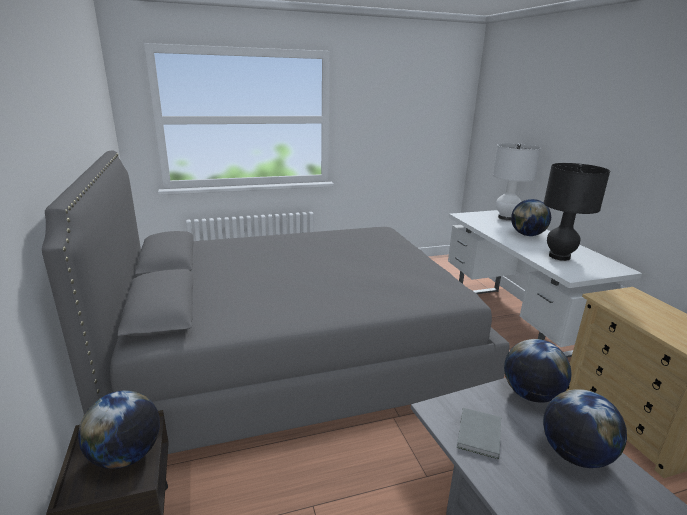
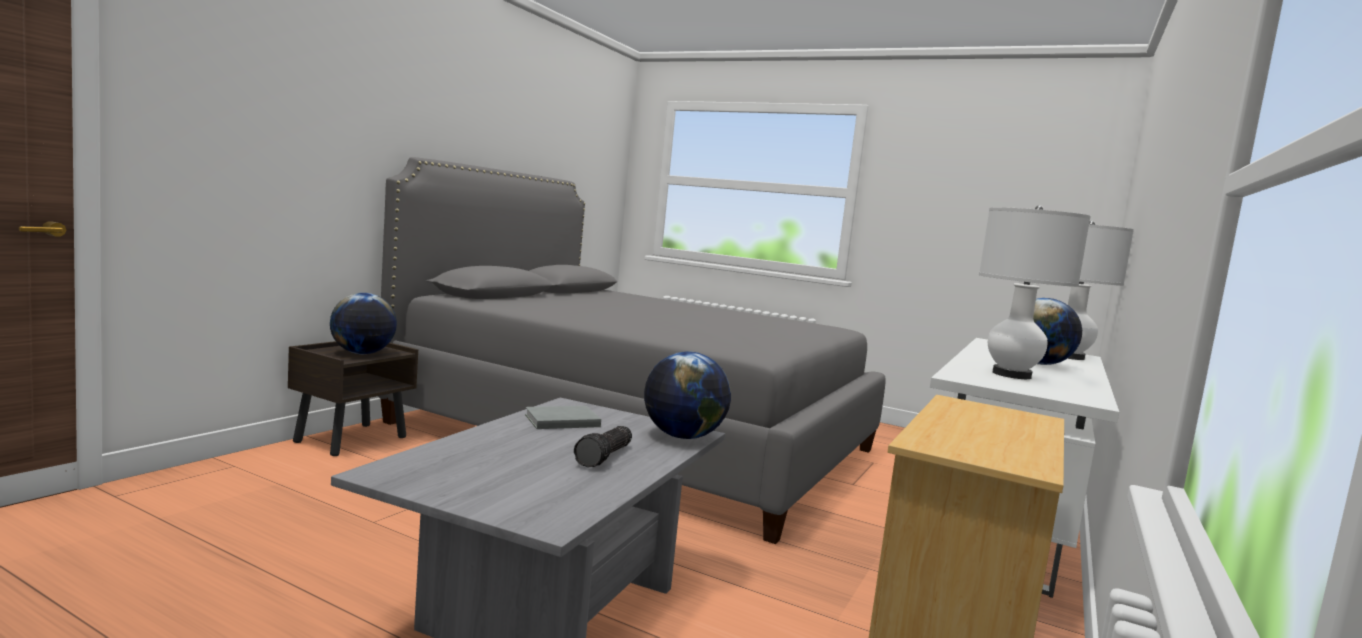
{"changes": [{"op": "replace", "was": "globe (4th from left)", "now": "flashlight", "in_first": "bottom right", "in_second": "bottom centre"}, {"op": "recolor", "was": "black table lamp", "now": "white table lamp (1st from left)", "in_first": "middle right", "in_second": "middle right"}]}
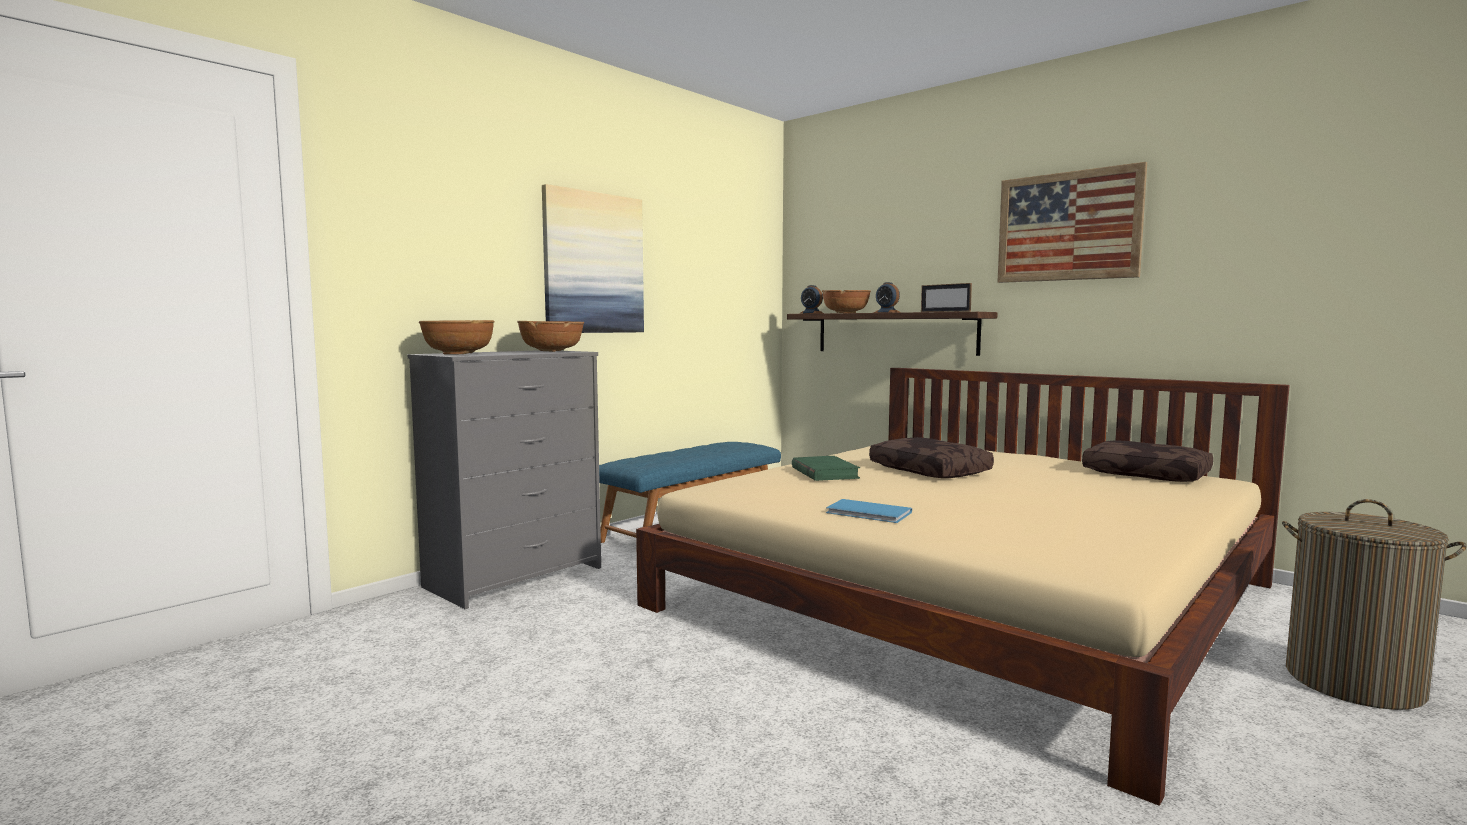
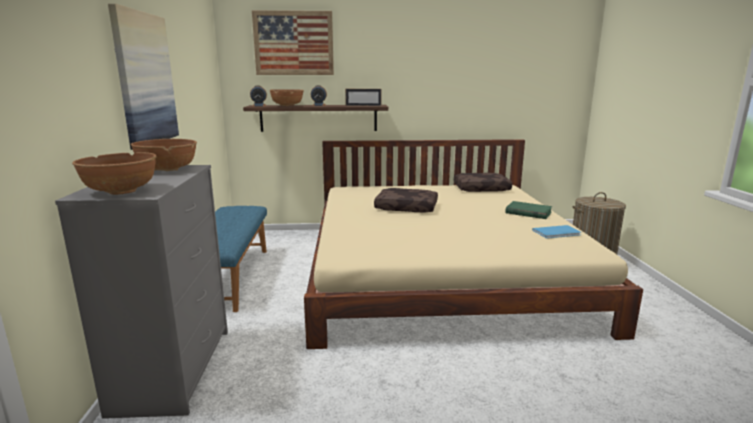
{"changes": [{"op": "move", "was": "green book", "in_first": "centre", "in_second": "middle right"}, {"op": "move", "was": "blue book", "in_first": "centre", "in_second": "middle right"}, {"op": "move", "was": "picture (2nd from left)", "in_first": "top right", "in_second": "top centre"}]}
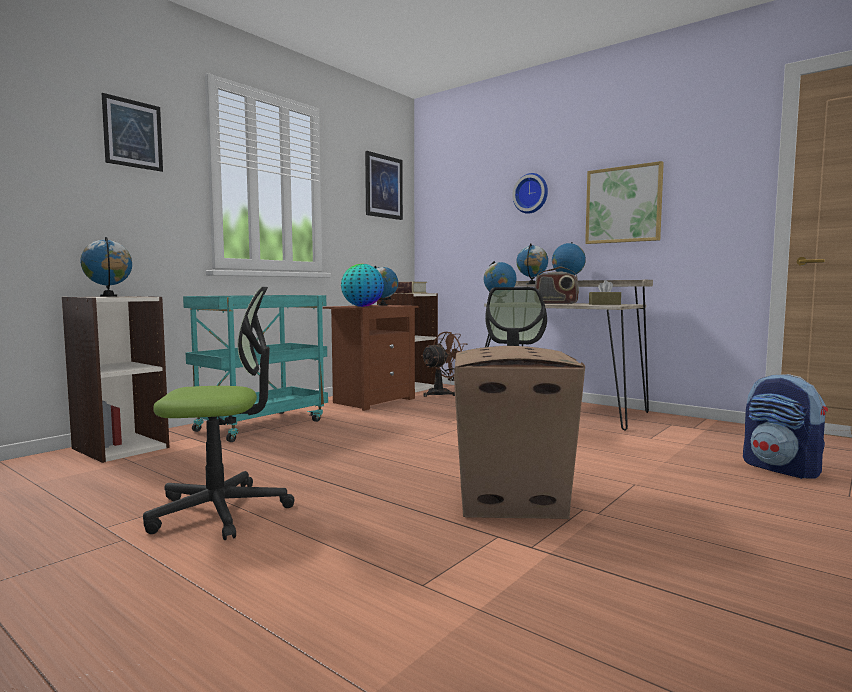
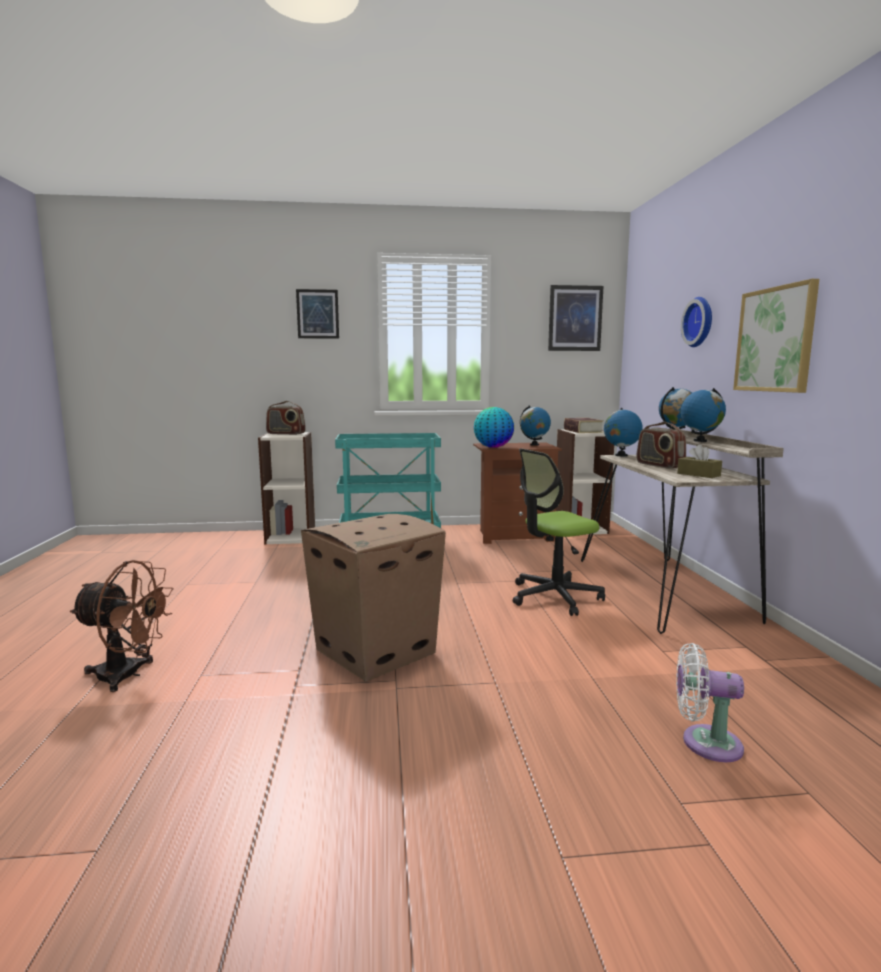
{"changes": [{"op": "delete", "was": "office chair (1st from left)", "in_first": "middle left"}, {"op": "move", "was": "brown fan", "in_first": "centre", "in_second": "middle left"}, {"op": "replace", "was": "globe (1st from left)", "now": "radio (1st from left)", "in_first": "middle left", "in_second": "middle left"}, {"op": "replace", "was": "backpack", "now": "white fan", "in_first": "middle right", "in_second": "bottom right"}]}
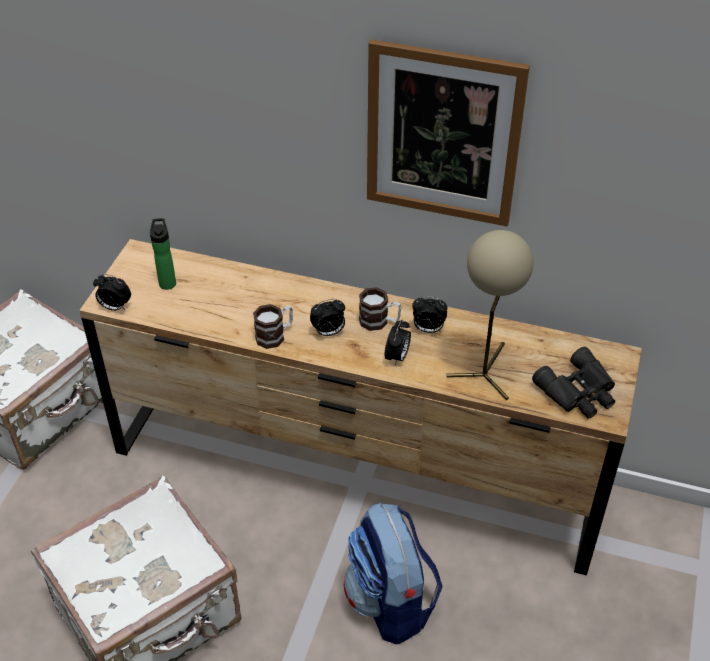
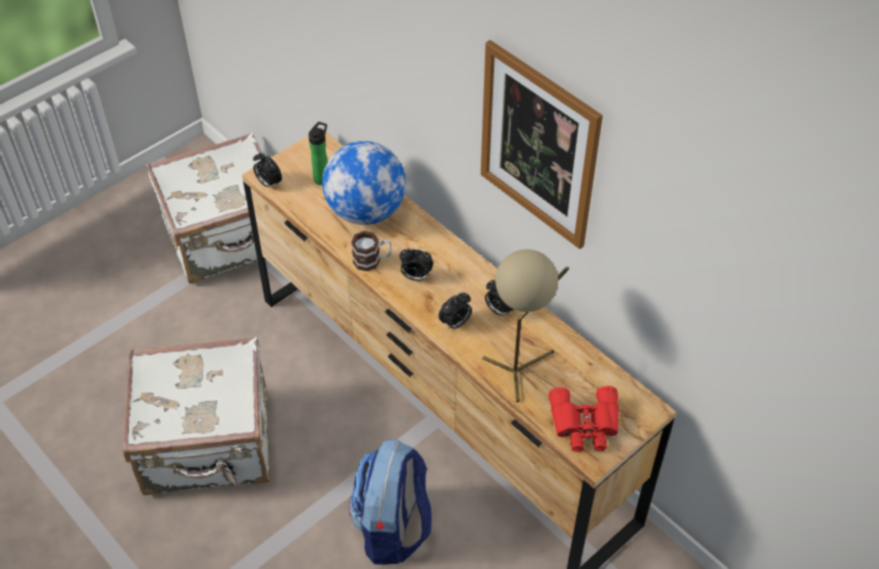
{"changes": [{"op": "delete", "was": "mug (2nd from left)", "in_first": "centre"}, {"op": "insert", "now": "globe", "in_second": "top centre"}, {"op": "recolor", "was": "black binoculars", "now": "red binoculars", "in_first": "middle right", "in_second": "bottom centre"}]}
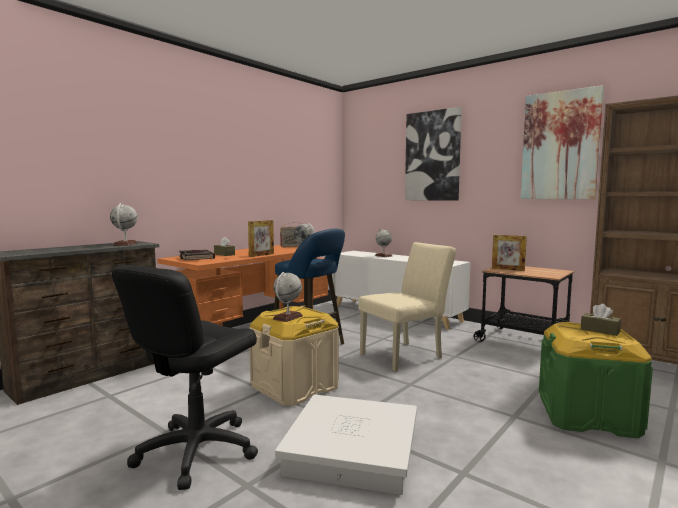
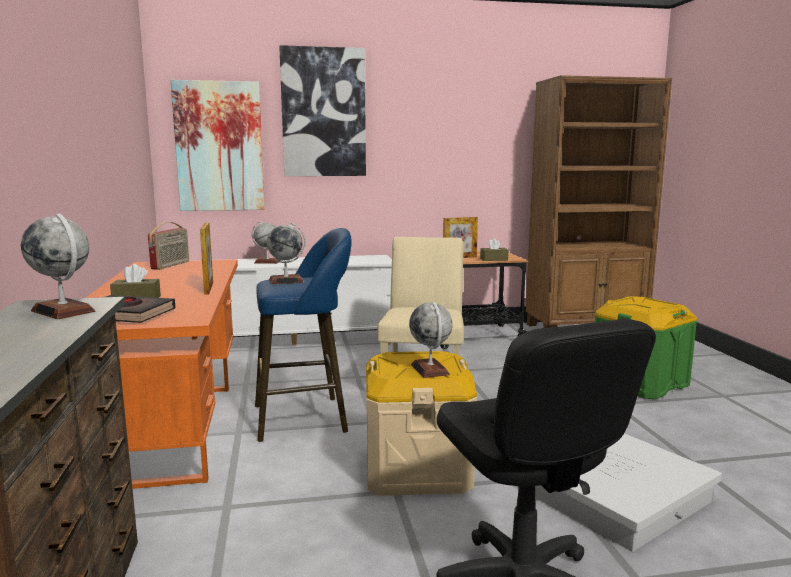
{"changes": [{"op": "move", "was": "picture (2nd from left in the first image)", "now": "picture (1st from left)", "in_first": "top right", "in_second": "top left"}, {"op": "move", "was": "brown tissue box (2nd from left)", "in_first": "middle right", "in_second": "centre"}]}
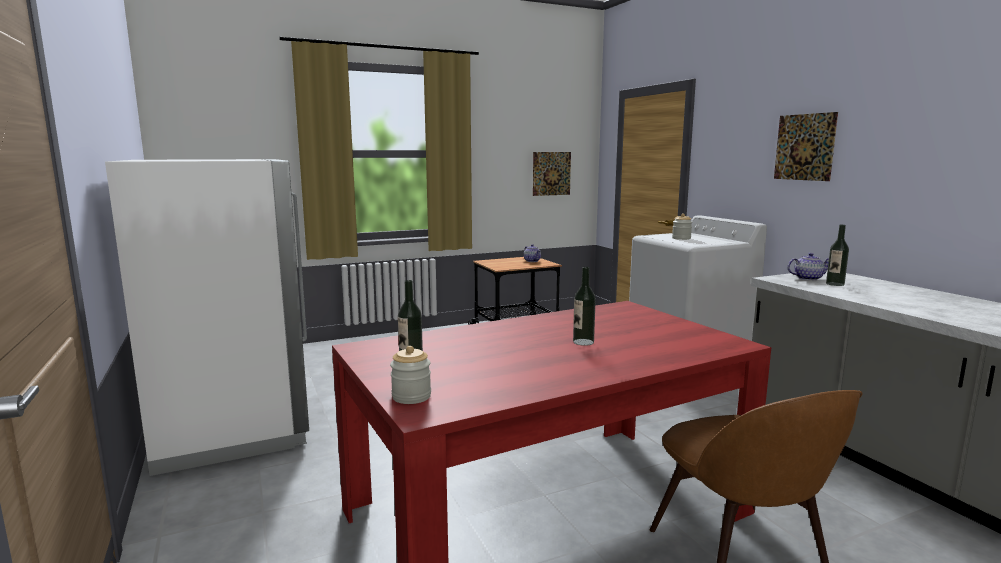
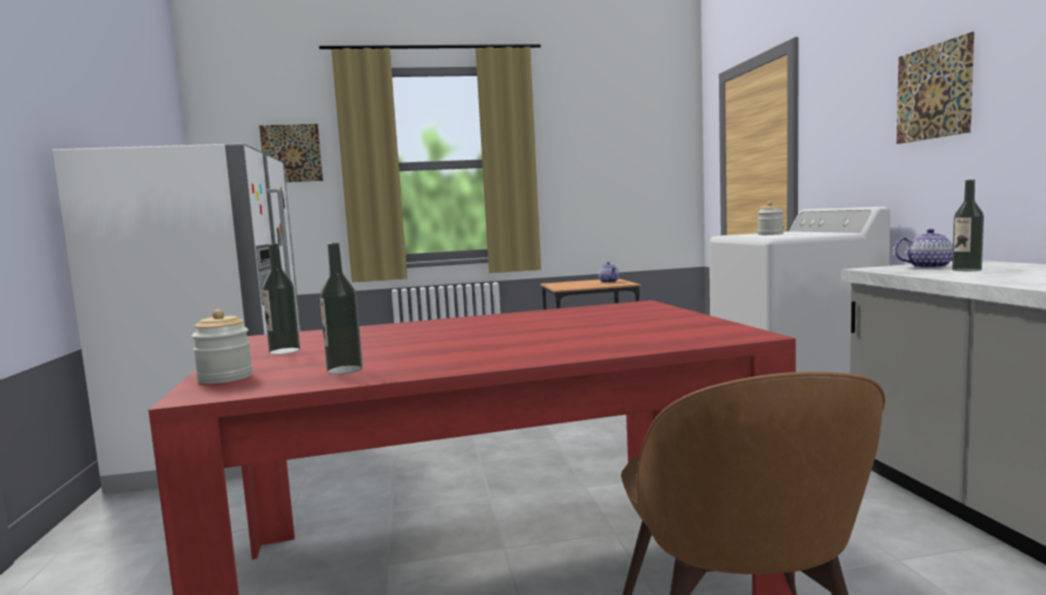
{"changes": [{"op": "move", "was": "picture (1st from left)", "in_first": "top centre", "in_second": "top left"}, {"op": "move", "was": "bottle (2nd from left)", "in_first": "centre", "in_second": "middle left"}]}
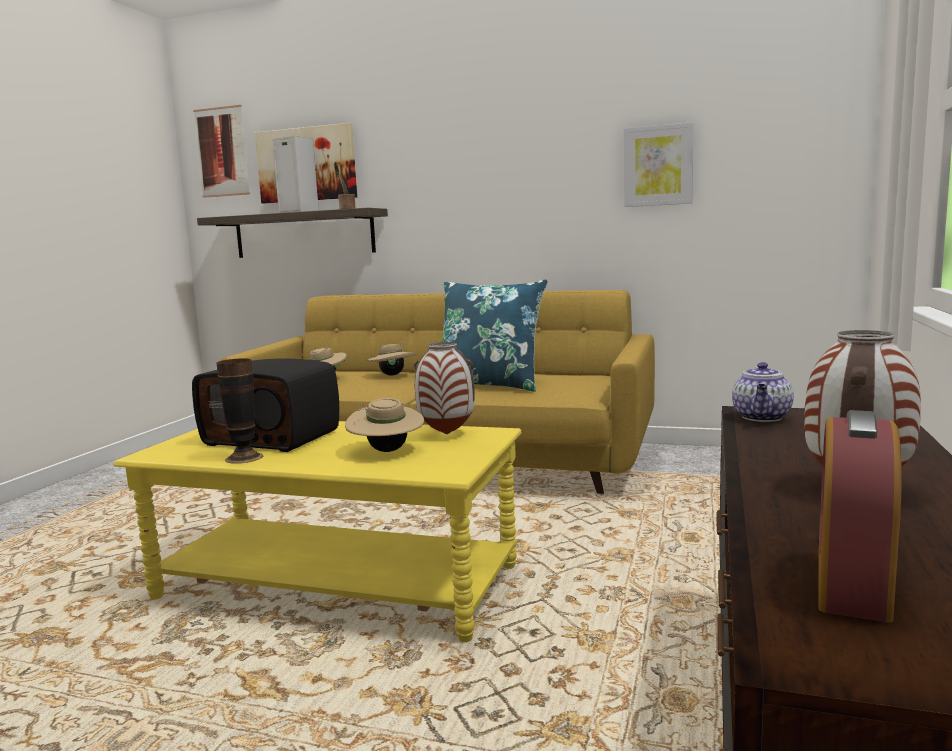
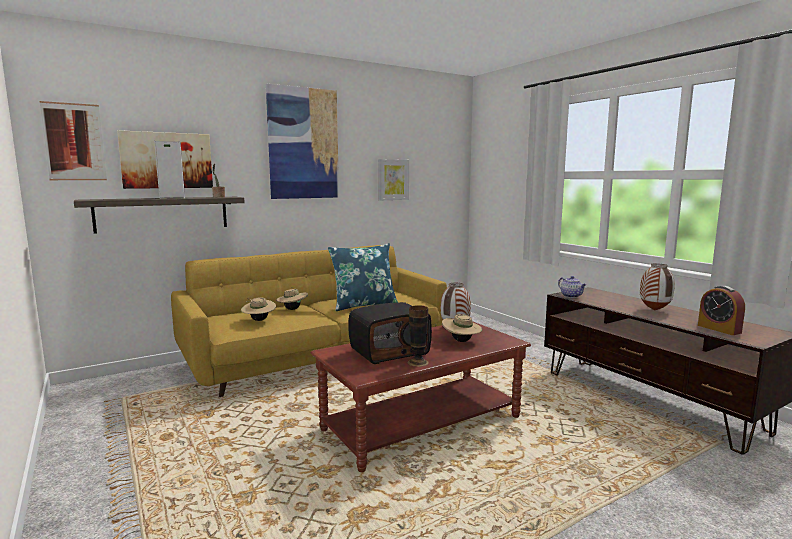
{"changes": [{"op": "insert", "now": "picture (3rd from left)", "in_second": "top centre"}, {"op": "recolor", "was": "yellow coffee table", "now": "brown coffee table", "in_first": "bottom left", "in_second": "bottom centre"}]}
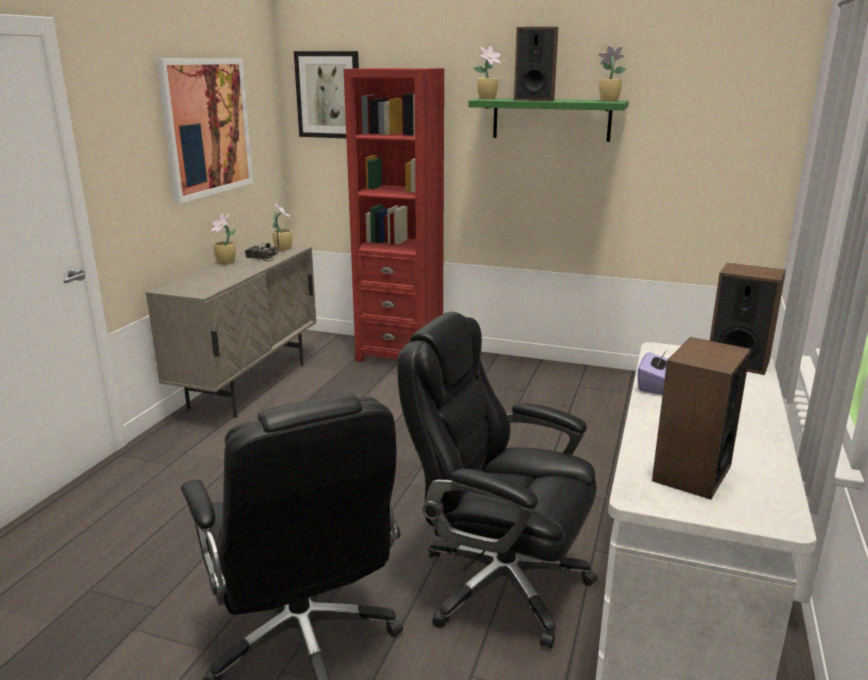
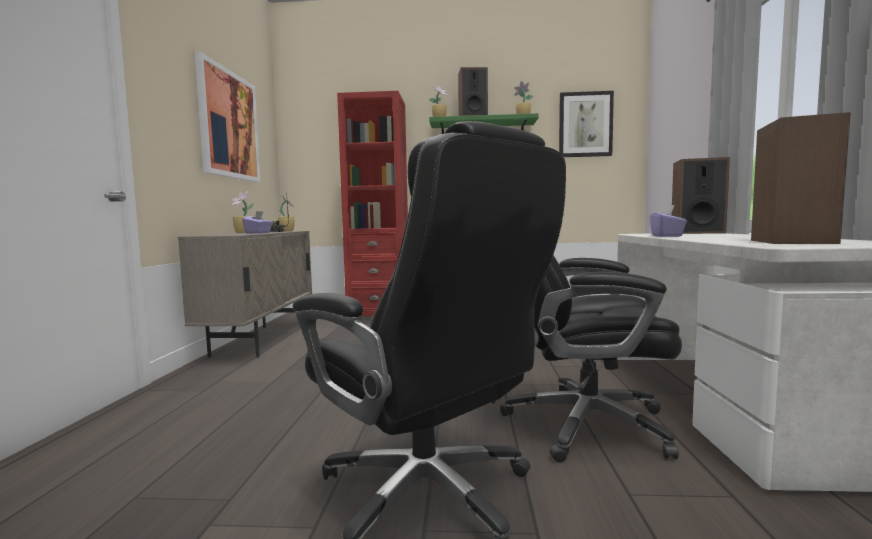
{"changes": [{"op": "insert", "now": "purple tissue box (1st from left)", "in_second": "middle left"}, {"op": "move", "was": "picture (2nd from left)", "in_first": "top centre", "in_second": "top right"}]}
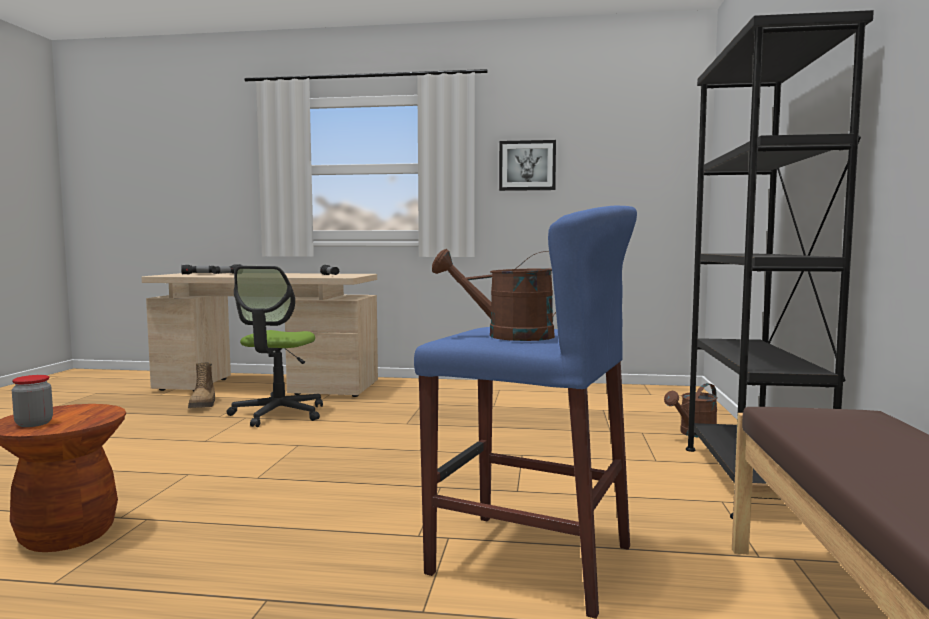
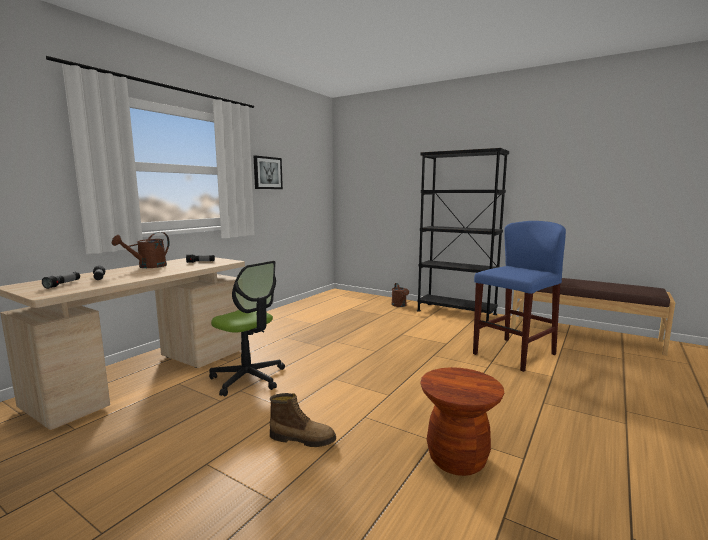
{"changes": [{"op": "delete", "was": "jar", "in_first": "middle left"}, {"op": "move", "was": "boot", "in_first": "middle left", "in_second": "bottom centre"}, {"op": "move", "was": "brown watering can (1st from left)", "in_first": "centre", "in_second": "middle left"}]}
